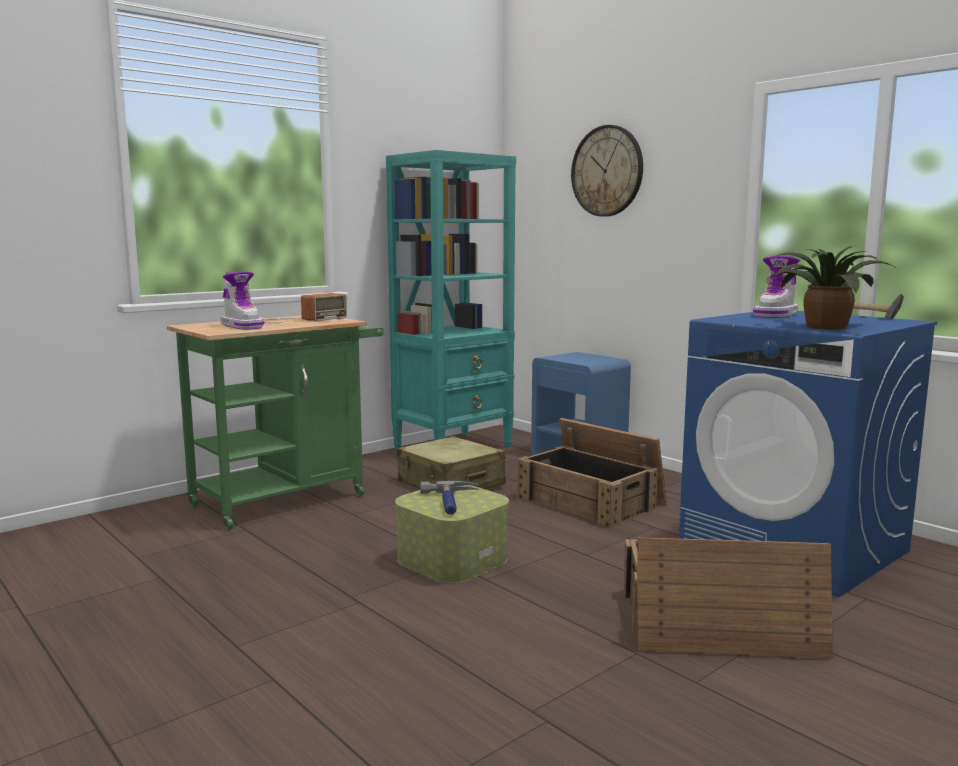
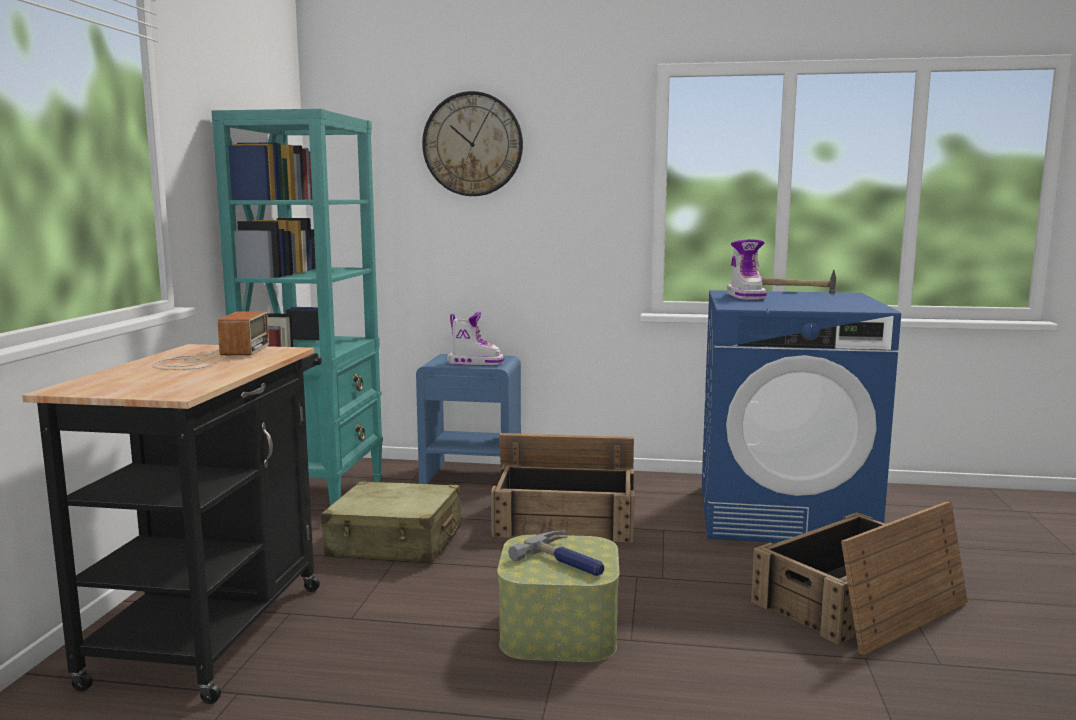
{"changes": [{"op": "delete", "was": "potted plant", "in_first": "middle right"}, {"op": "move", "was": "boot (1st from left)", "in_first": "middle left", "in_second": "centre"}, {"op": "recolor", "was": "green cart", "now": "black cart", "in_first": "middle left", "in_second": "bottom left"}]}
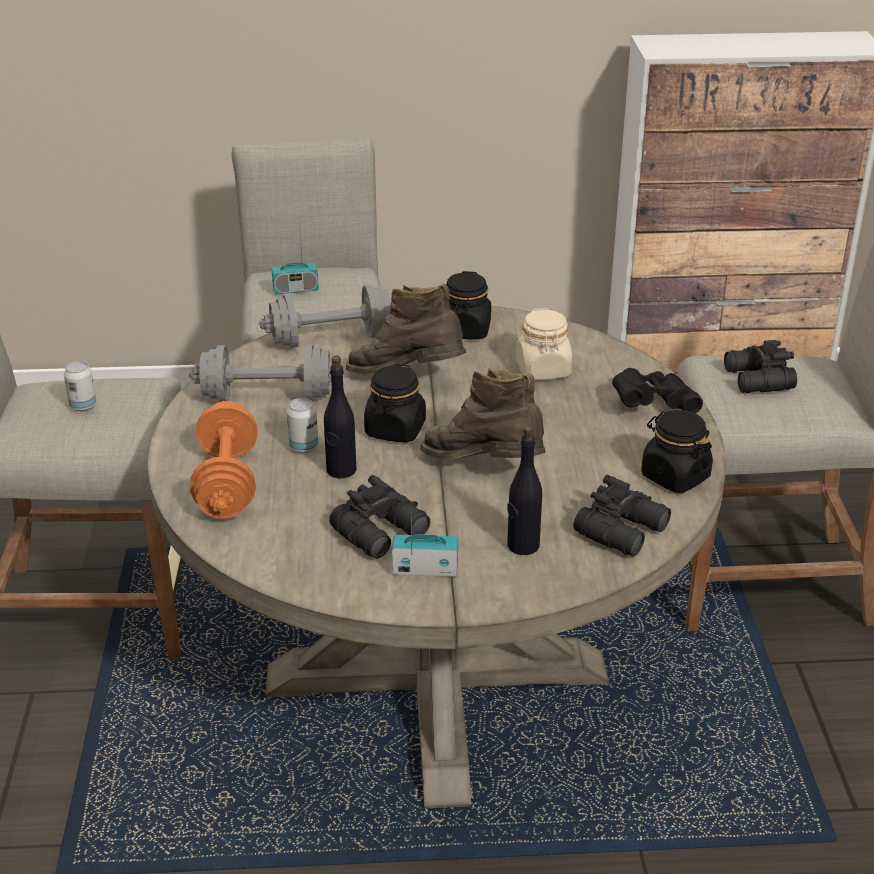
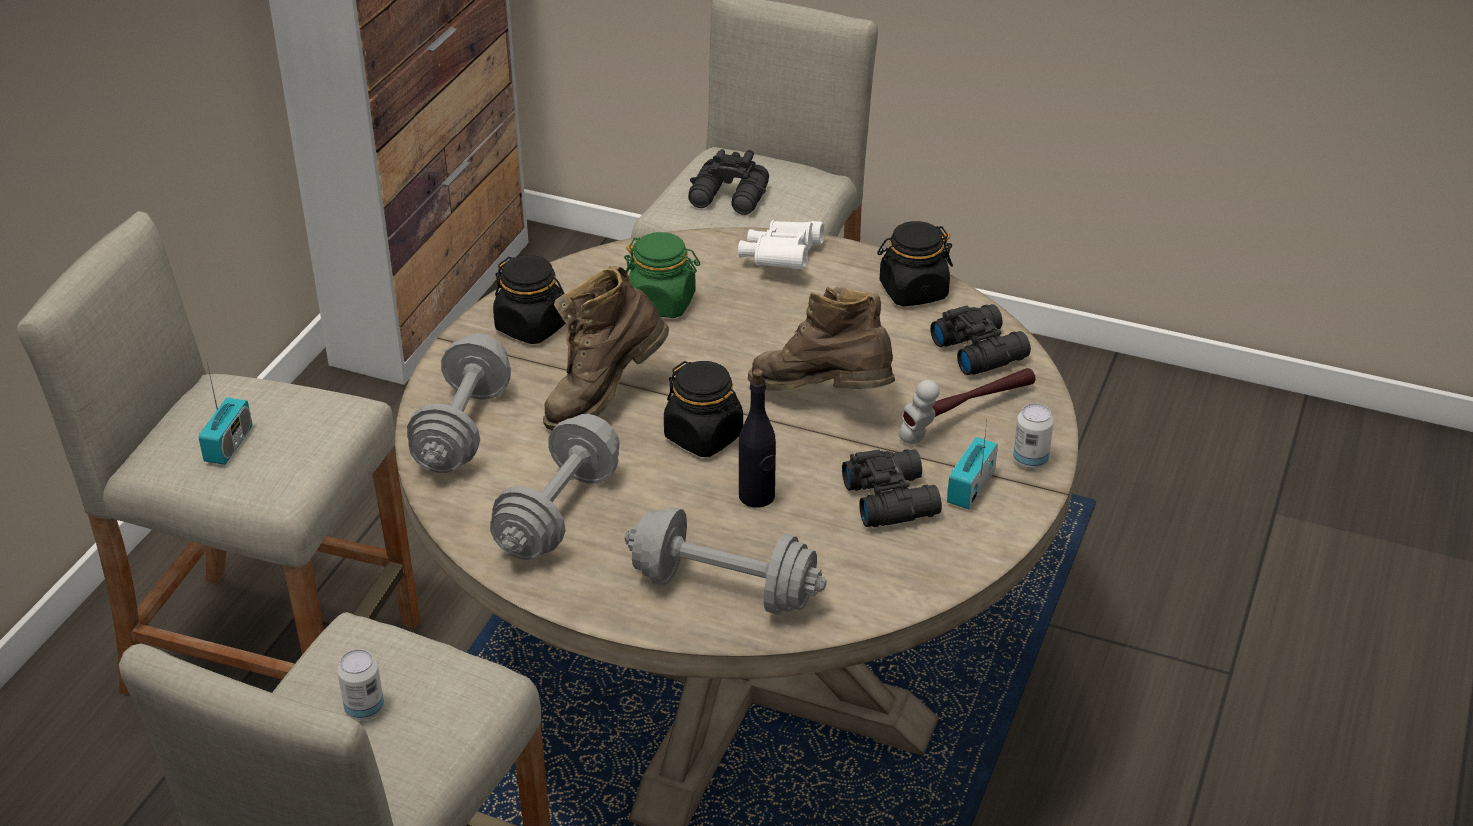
{"changes": [{"op": "move", "was": "can (2nd from left)", "in_first": "centre", "in_second": "middle right"}, {"op": "replace", "was": "black bottle (2nd from left)", "now": "hammer", "in_first": "centre", "in_second": "centre"}, {"op": "recolor", "was": "orange dumbbell", "now": "grey dumbbell (3rd from left)", "in_first": "middle left", "in_second": "bottom centre"}, {"op": "recolor", "was": "beige jar", "now": "green jar", "in_first": "centre", "in_second": "top centre"}, {"op": "recolor", "was": "black binoculars (3rd from left)", "now": "white binoculars", "in_first": "middle right", "in_second": "top centre"}, {"op": "rotate", "was": "brown boot (2nd from left)", "in_first": "centre", "in_second": "centre", "clockwise": 60}]}
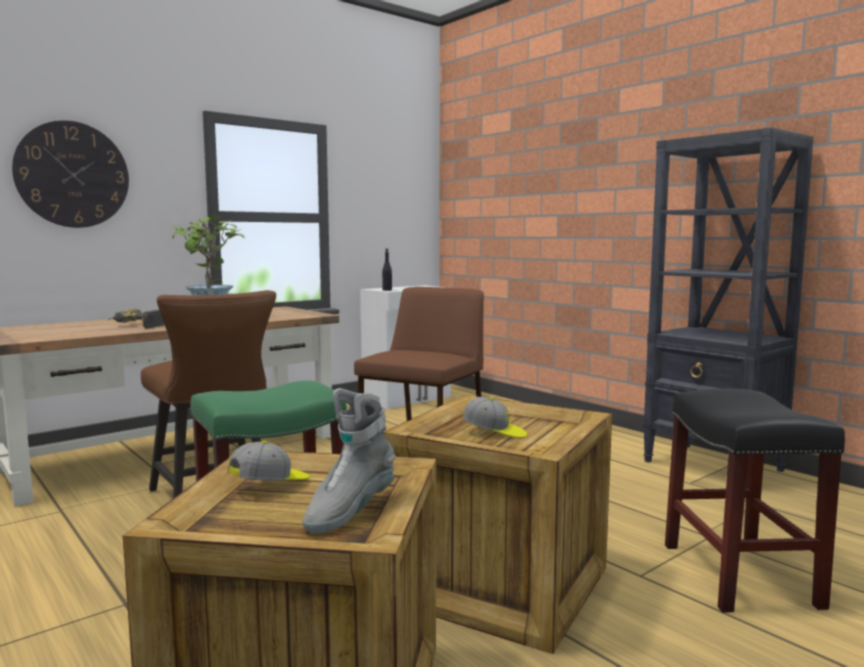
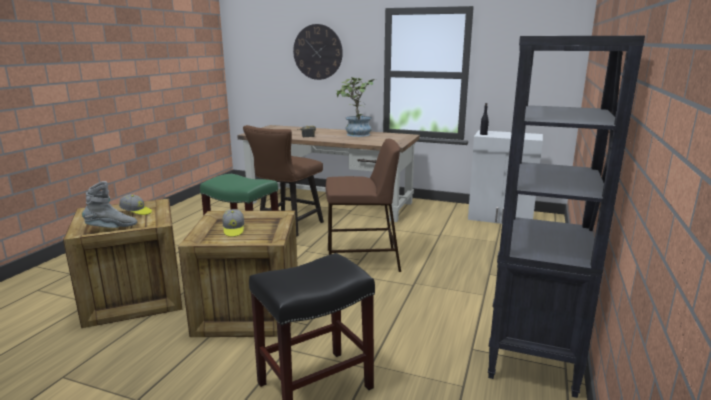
{"changes": [{"op": "rotate", "was": "grey boot", "in_first": "bottom centre", "in_second": "middle left", "clockwise": 150}]}
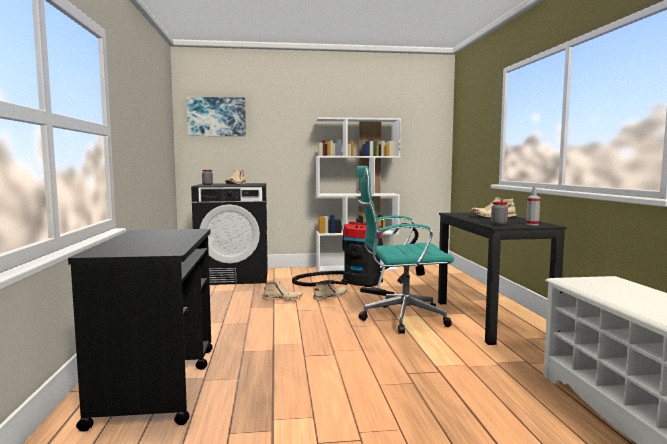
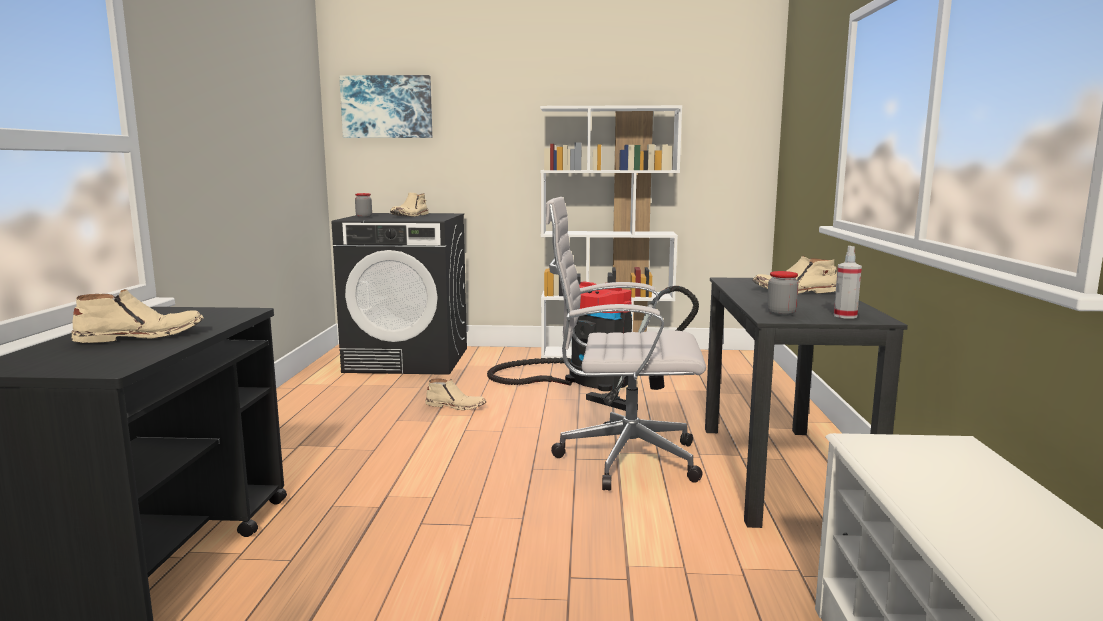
{"changes": [{"op": "move", "was": "beige boot (3rd from left in the first image)", "now": "beige boot (1st from left)", "in_first": "centre", "in_second": "middle left"}, {"op": "recolor", "was": "turquoise office chair", "now": "white office chair", "in_first": "centre", "in_second": "centre"}]}
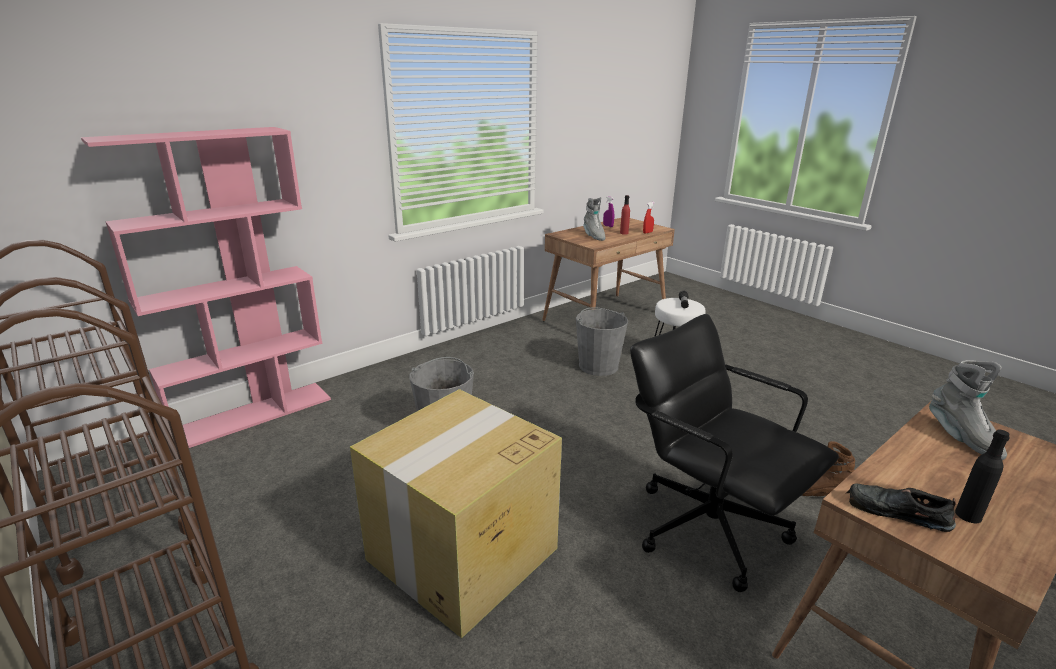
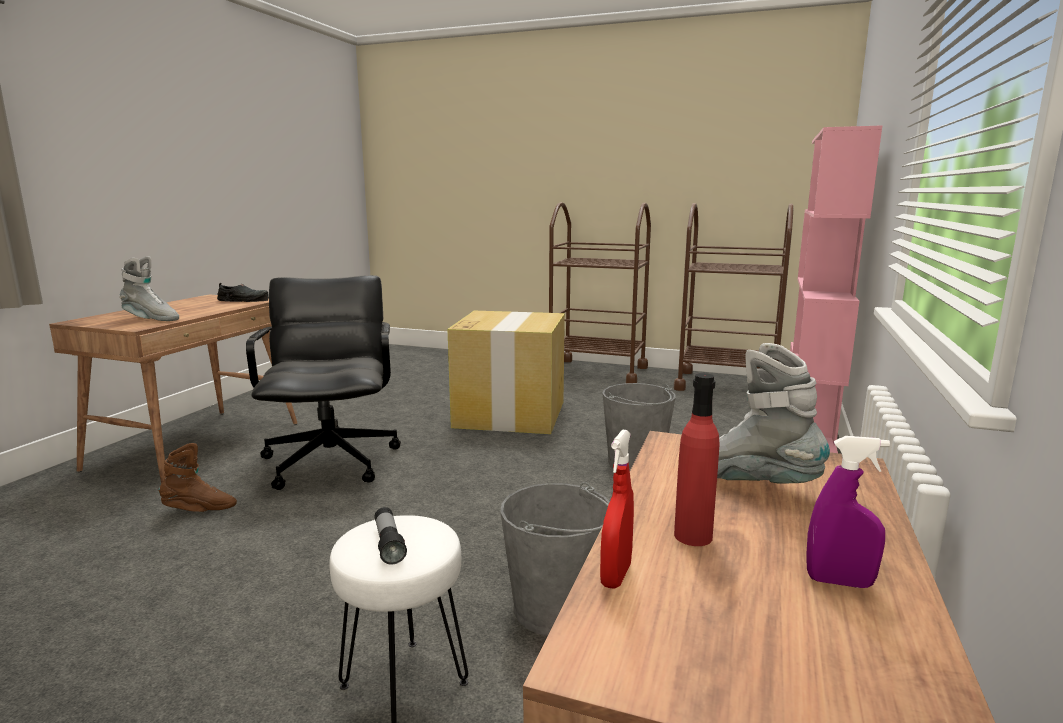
{"changes": [{"op": "delete", "was": "black bottle", "in_first": "bottom right"}, {"op": "rotate", "was": "black office chair", "in_first": "bottom right", "in_second": "middle left", "clockwise": -120}, {"op": "rotate", "was": "grey boot (2nd from left in the first image)", "in_first": "middle right", "in_second": "middle left", "clockwise": 150}]}
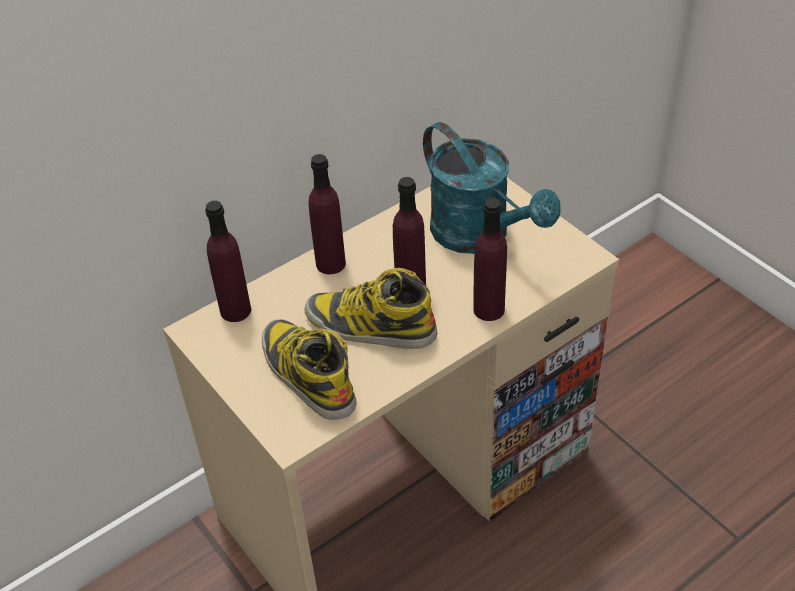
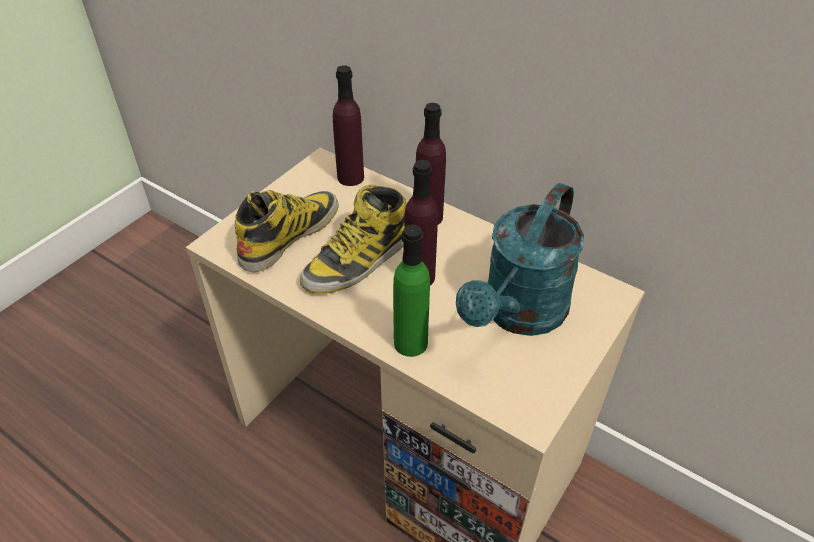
{"changes": [{"op": "recolor", "was": "purple bottle (4th from left)", "now": "green bottle", "in_first": "centre", "in_second": "centre"}, {"op": "rotate", "was": "boot (2nd from left)", "in_first": "centre", "in_second": "centre", "clockwise": -135}]}
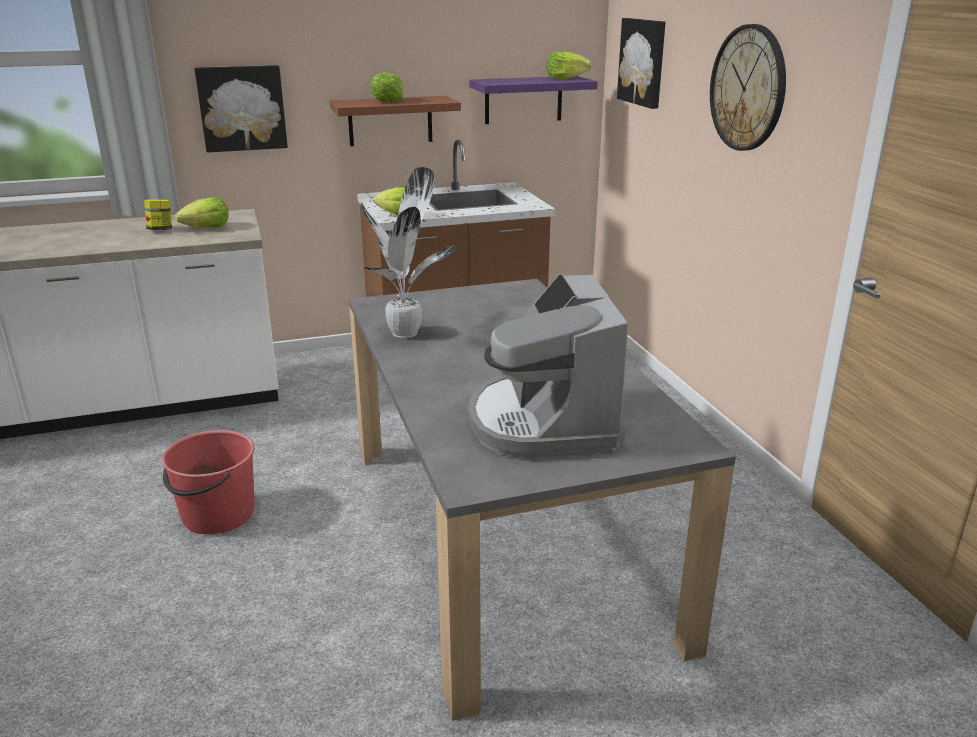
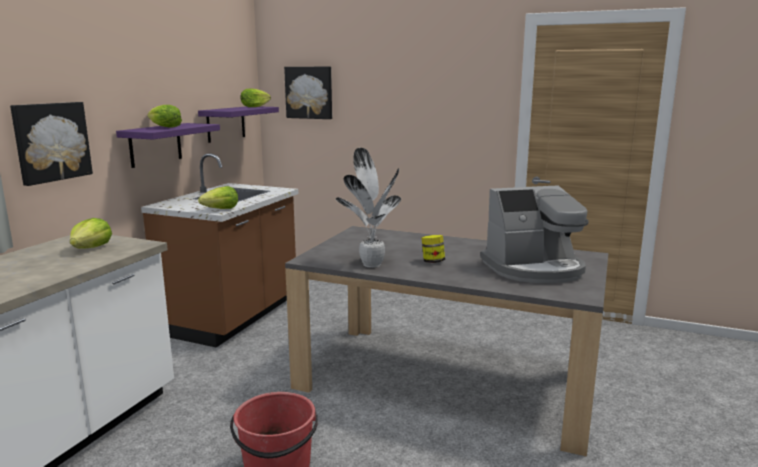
{"changes": [{"op": "delete", "was": "wall clock", "in_first": "top right"}, {"op": "move", "was": "jar", "in_first": "top left", "in_second": "centre"}, {"op": "recolor", "was": "brown shelf", "now": "purple shelf (1st from left)", "in_first": "top centre", "in_second": "top left"}, {"op": "rotate", "was": "coffee machine", "in_first": "centre", "in_second": "middle right", "clockwise": -45}]}
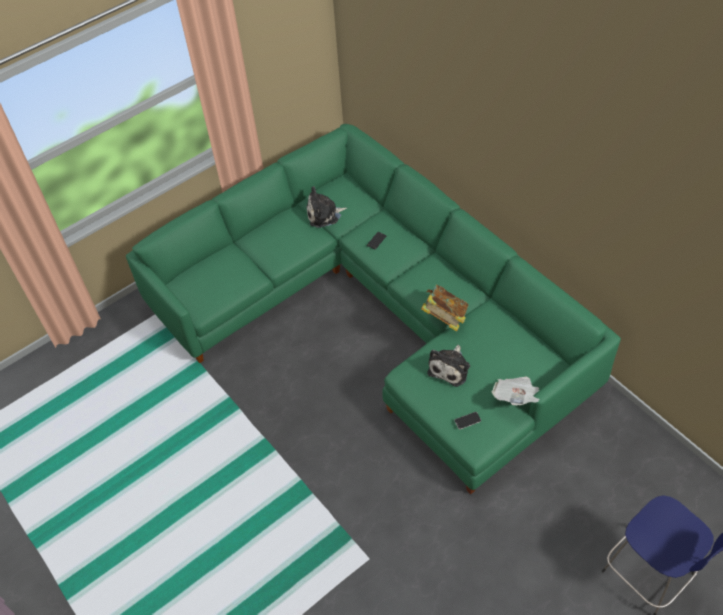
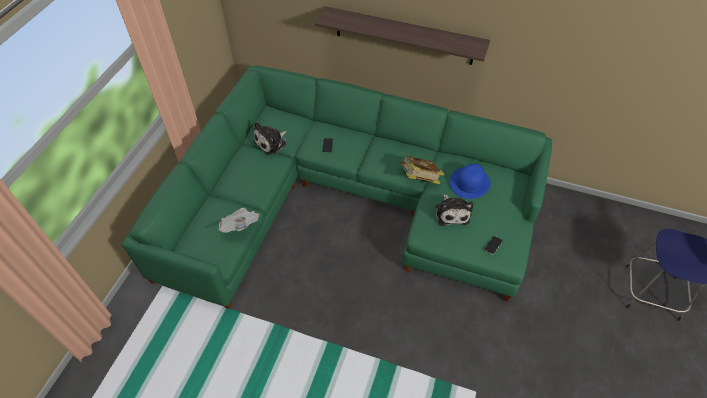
{"changes": [{"op": "insert", "now": "shelf", "in_second": "top centre"}, {"op": "insert", "now": "blue hat", "in_second": "centre"}, {"op": "move", "was": "newspaper", "in_first": "middle right", "in_second": "centre"}]}
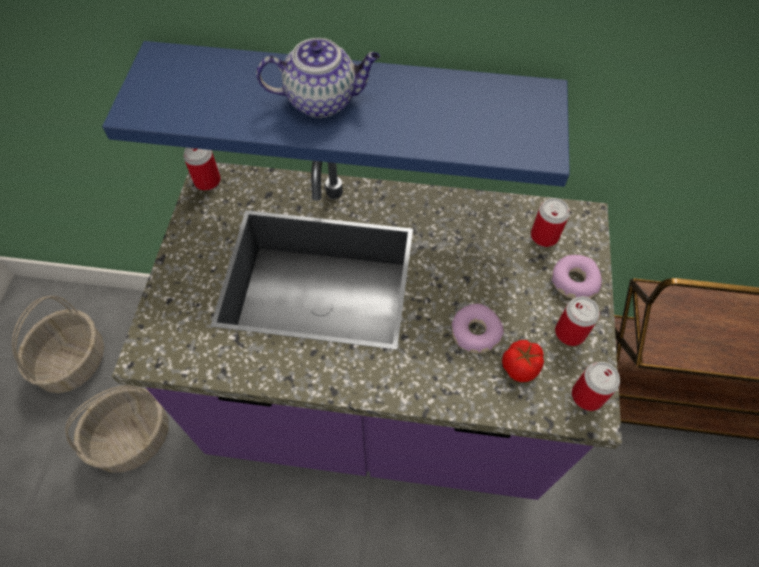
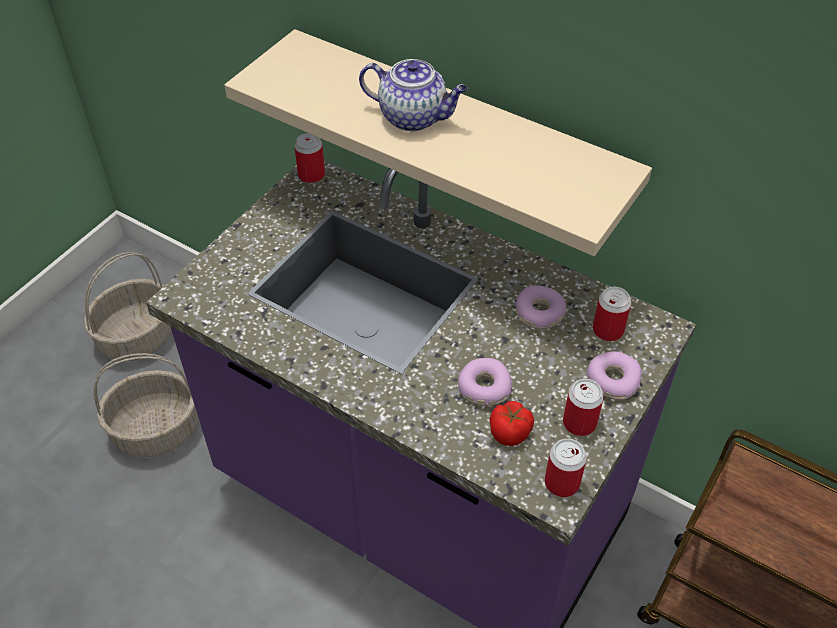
{"changes": [{"op": "insert", "now": "donut (2nd from left)", "in_second": "centre"}, {"op": "recolor", "was": "blue shelf", "now": "beige shelf", "in_first": "top centre", "in_second": "top centre"}]}
